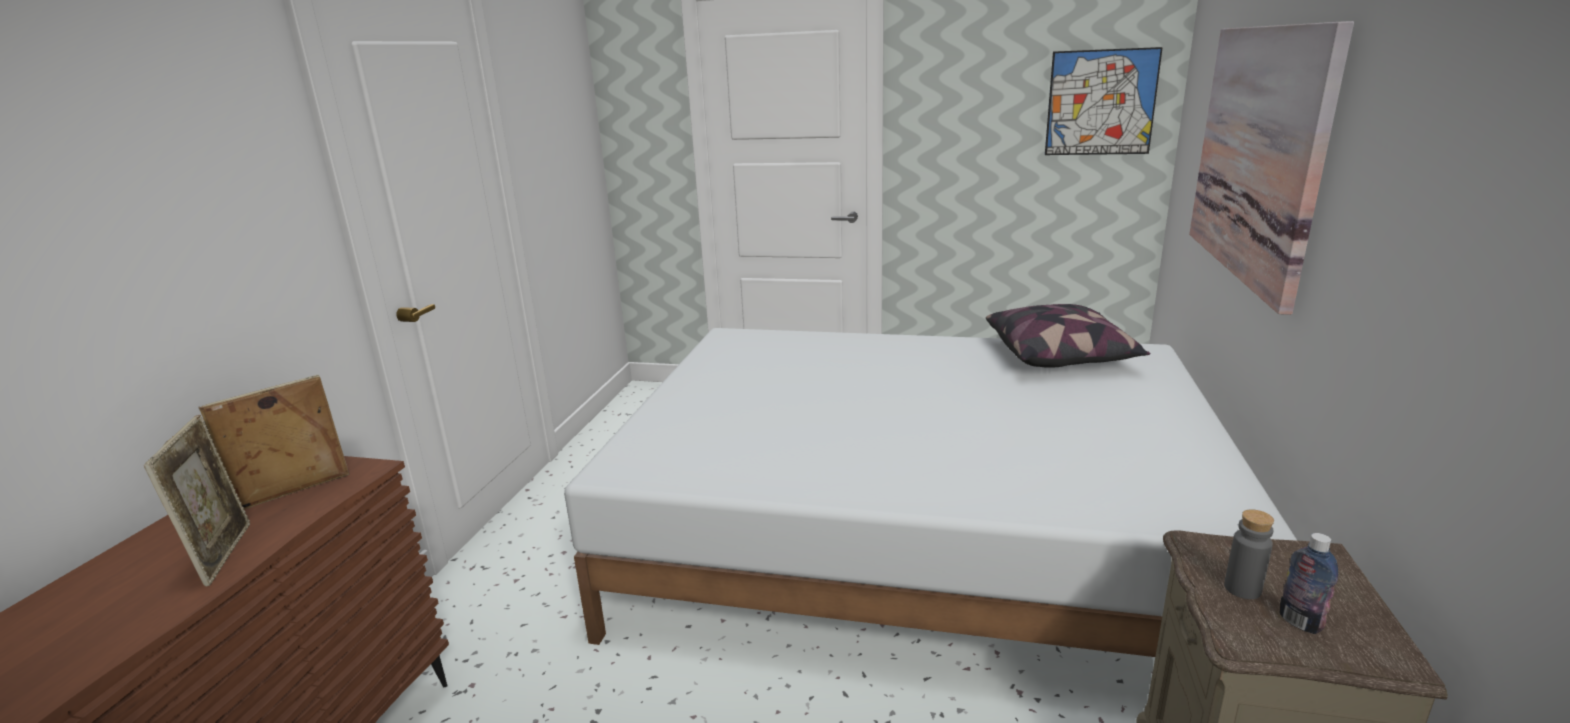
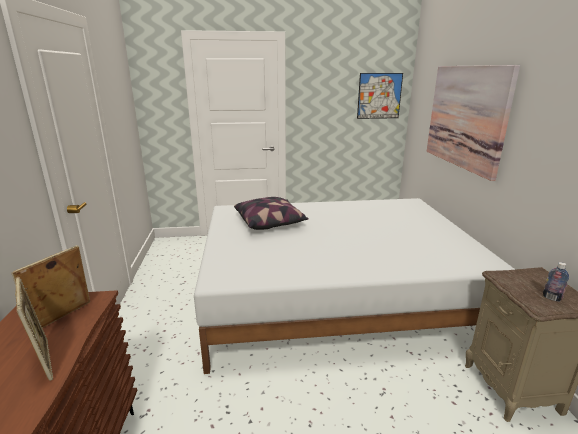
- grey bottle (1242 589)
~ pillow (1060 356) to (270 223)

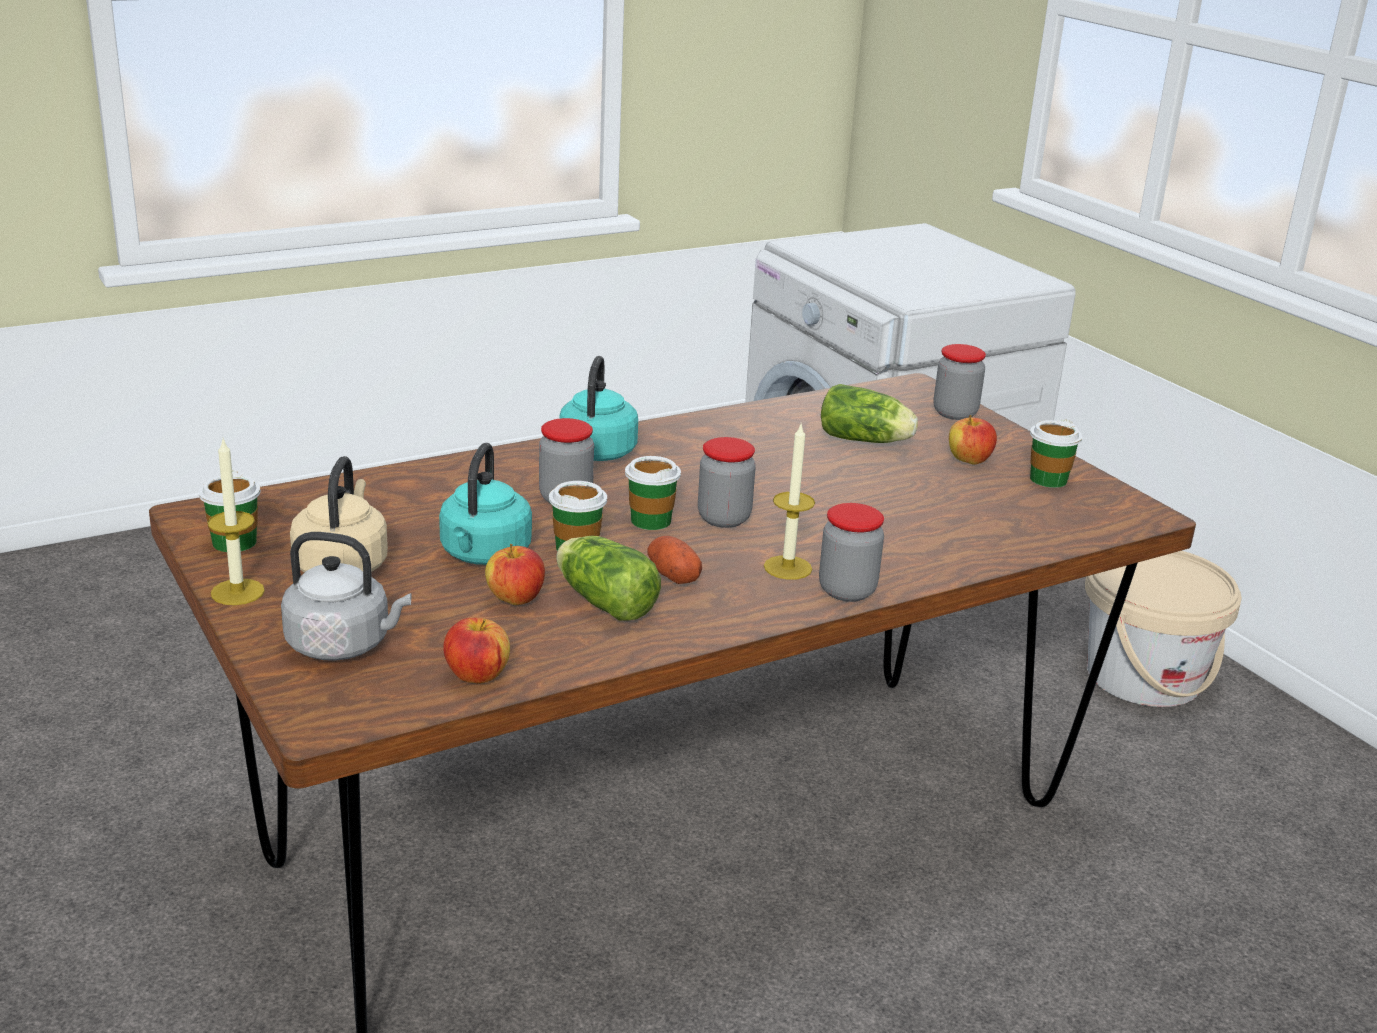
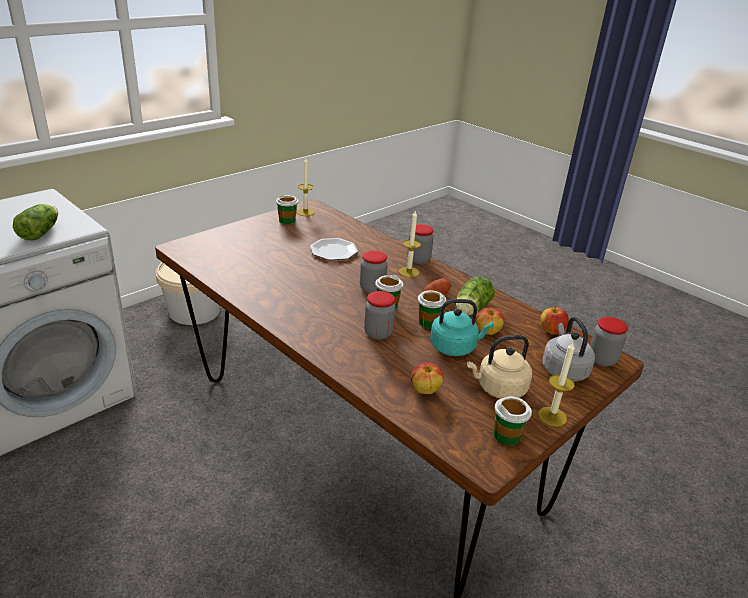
- turquoise kettle (596 454)
+ candle (305 212)
+ plate (333 251)
~ lettuce (867 440) to (41 232)
~ jar (955 413) to (602 359)
~ apple (969 461) to (425 390)

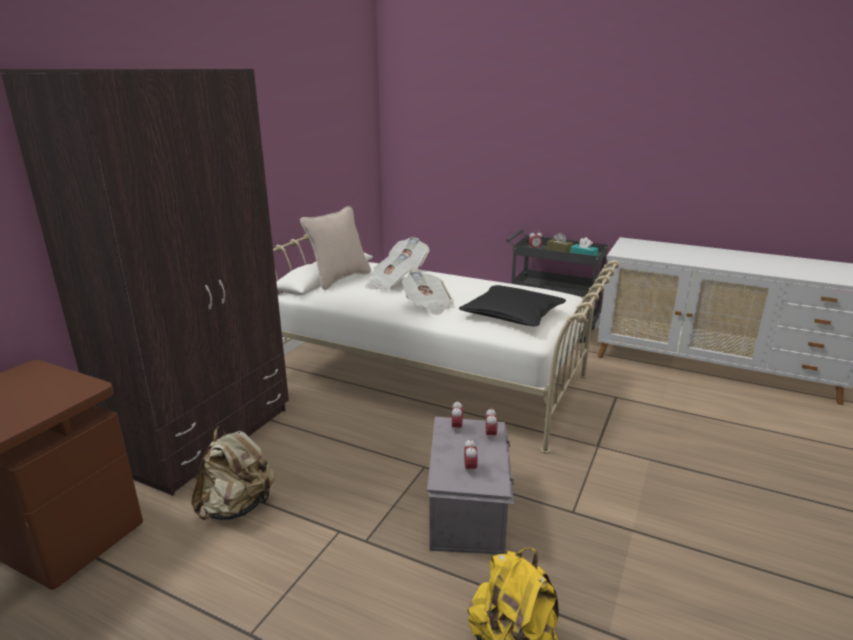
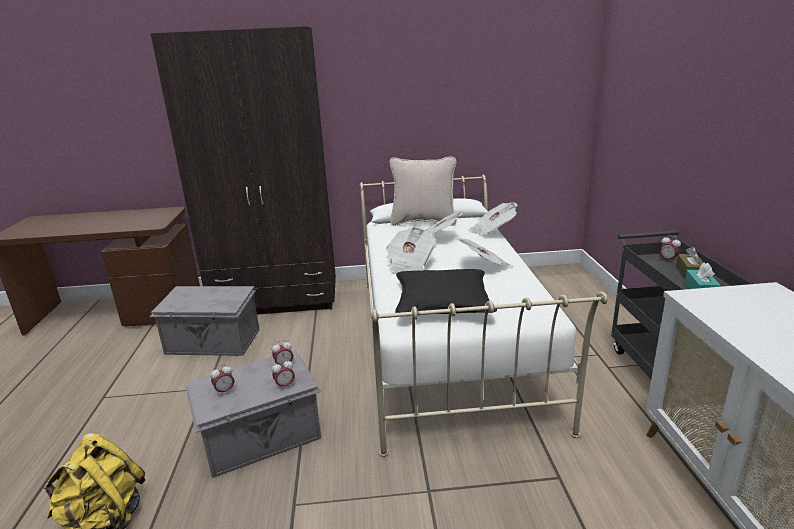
+ newspaper (485 266)
~ beige backpack (237 507) to grey storage box (213 342)

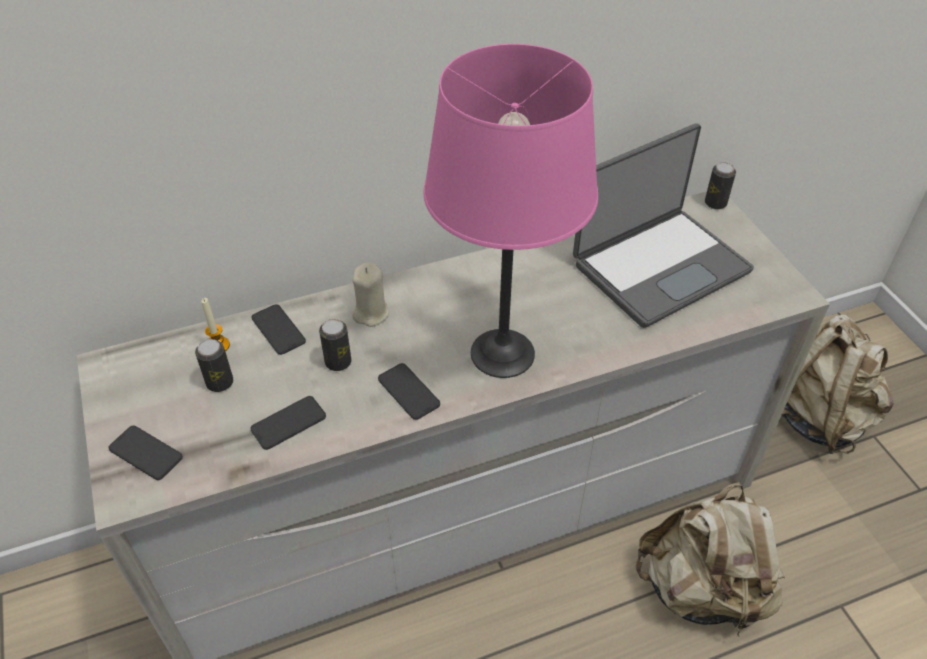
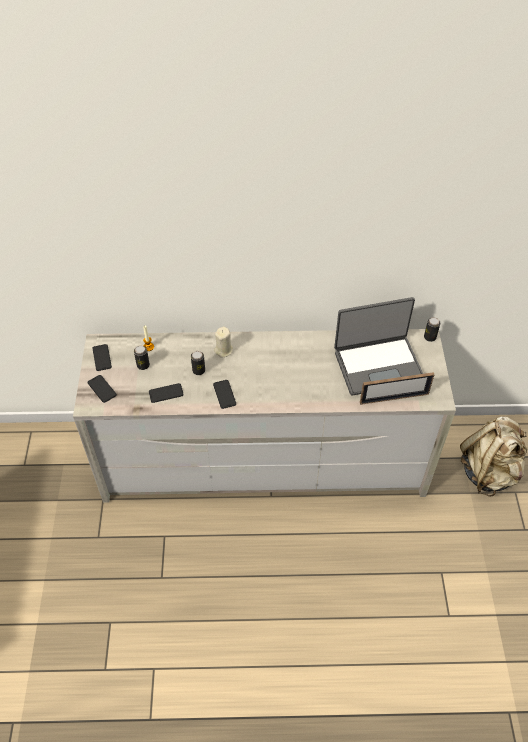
- pink table lamp (502 353)
- beige backpack (702 590)
+ picture frame (394 398)
~ phone (278 330) to (102 357)

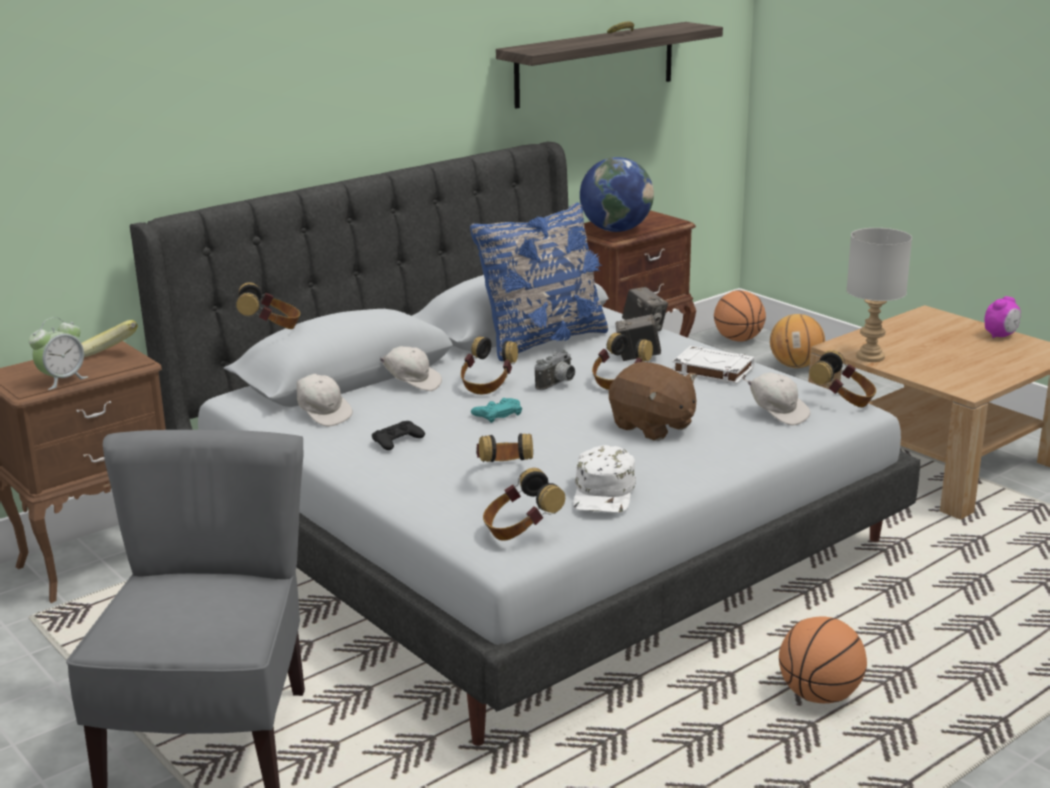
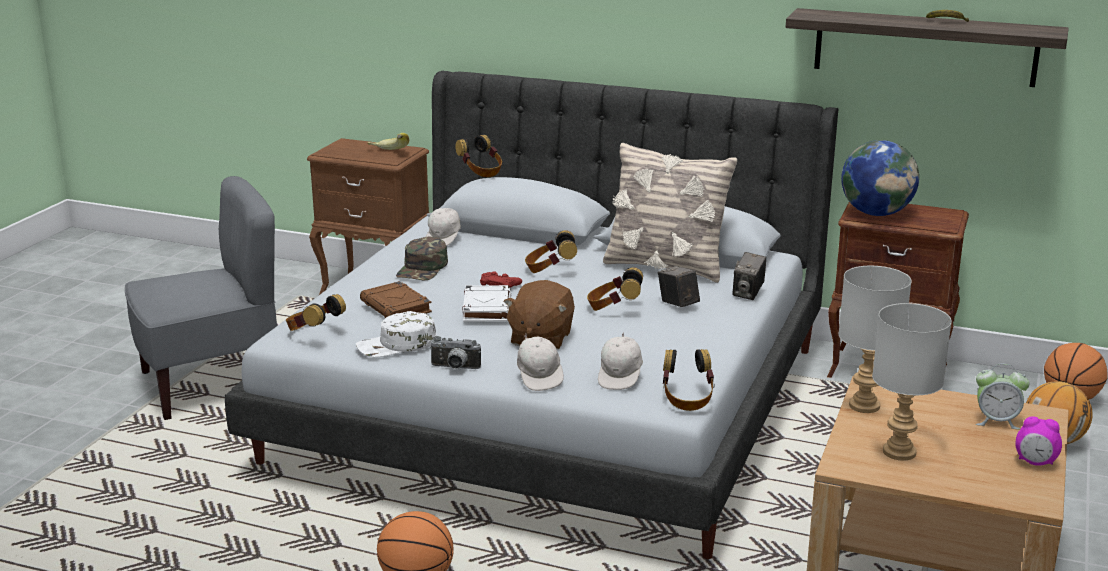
+ grey table lamp (897 452)
~ alarm clock (62 380) to (996 421)
~ white cap (412 383) to (539 377)
~ photo camera (558 384) to (454 368)
~ white book (712 370) to (486 308)
~ black game controller (397 440) to green cap (423 268)
~ headphones (505 472) to brown book (396 307)
~ blue pillow (543 342) to beige pillow (665 267)
~ turquoise game controller (497 414) to red game controller (500 284)

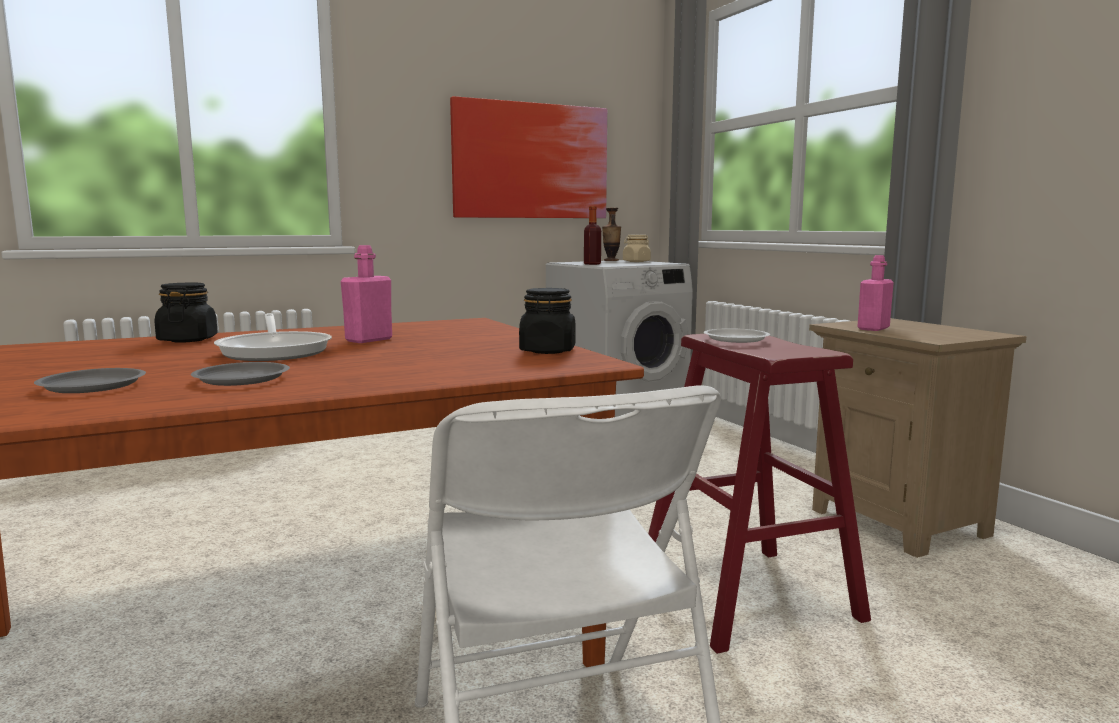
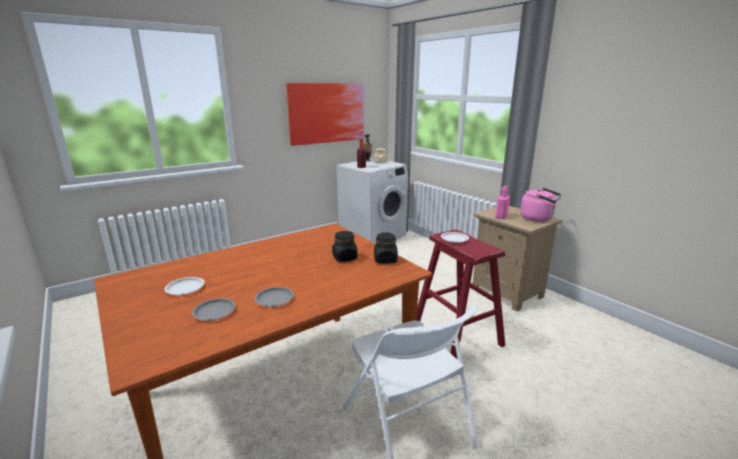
- frying pan (276 351)
- pink bottle (369 340)
+ white plate (185 288)
+ pink kettle (538 218)
~ black jar (188 340) to (344 258)

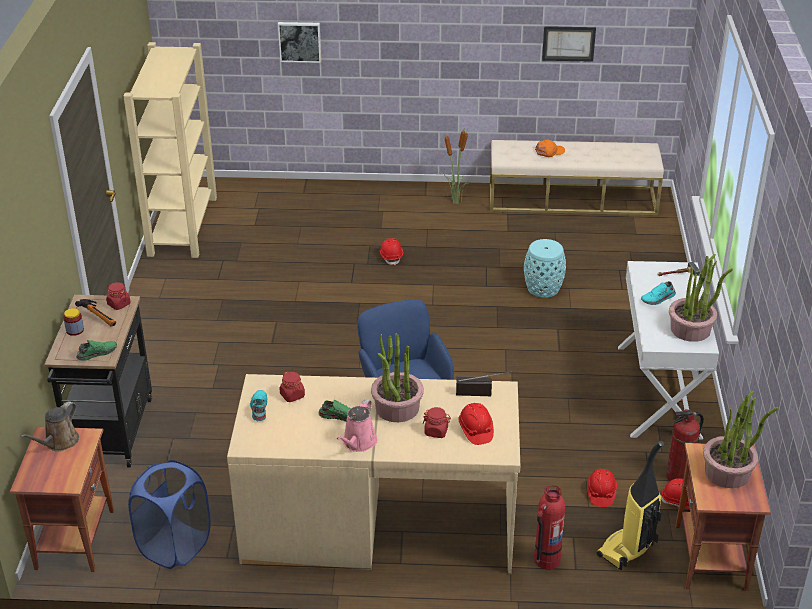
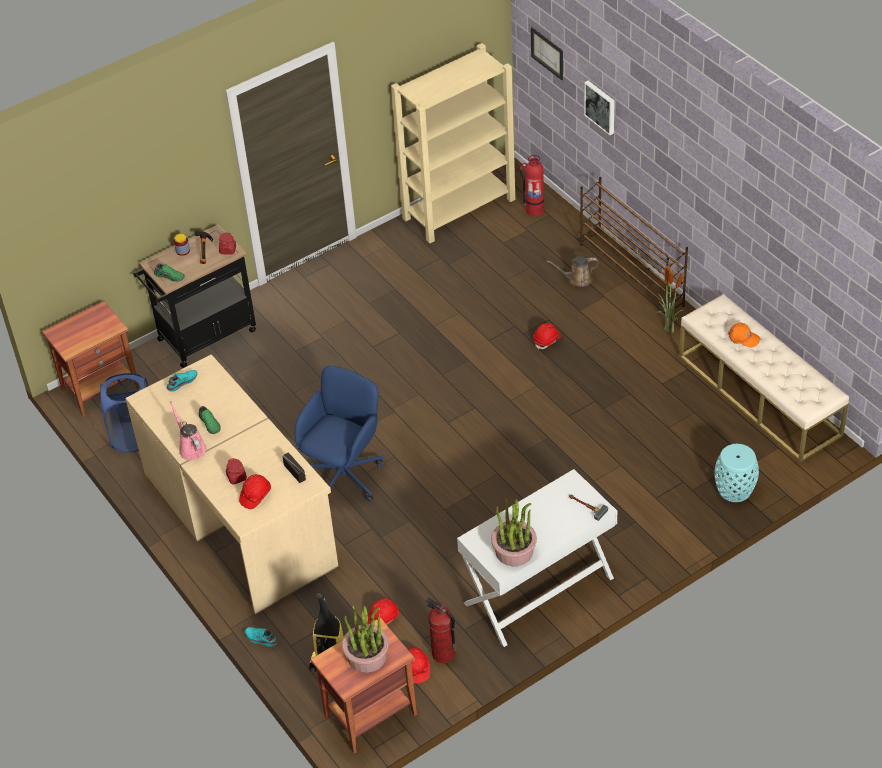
- red jar (292 395)
- potted plant (397 408)
+ brown shoe rack (631 275)
~ brown watering can (59 442) to (577 279)
~ turquoise stool (543 289) to (734 490)
~ fire extinguisher (546 559) to (534 209)
~ picture (568 43) to (547 53)
~ turquoise shoe (658 299) to (261 639)
~ pink watering can (358 443) = (191 448) 75 degrees clockwise

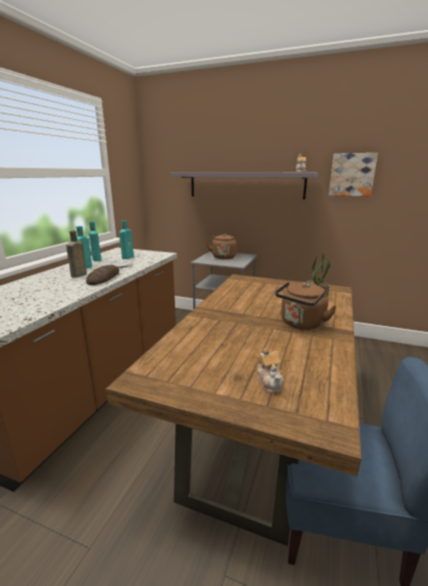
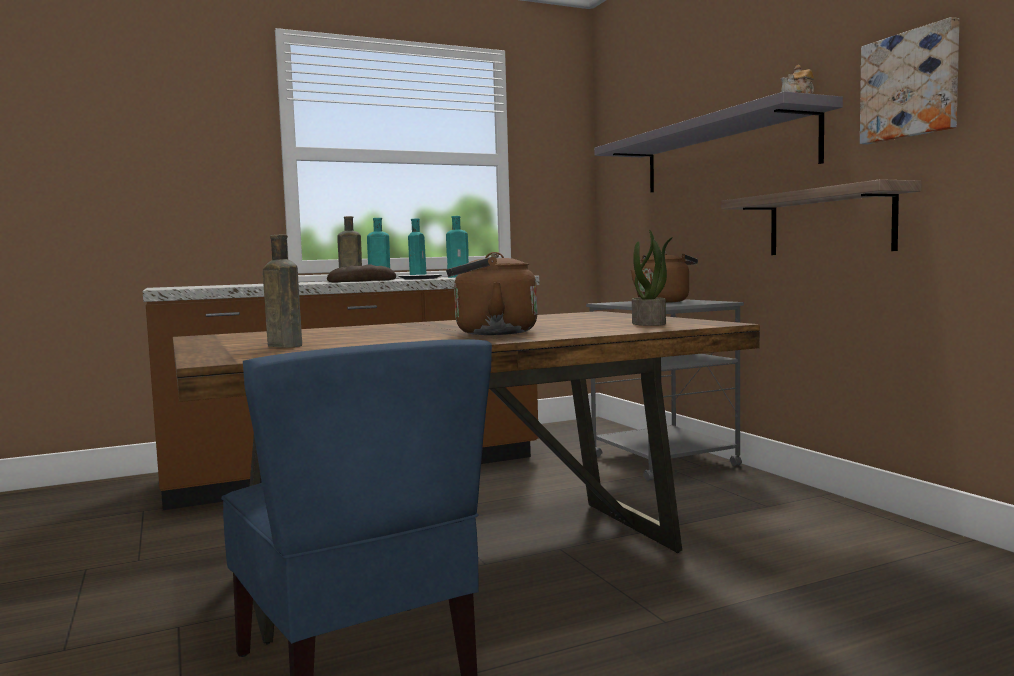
+ shelf (829 222)
~ teapot (270 382) to brown bottle (283 345)

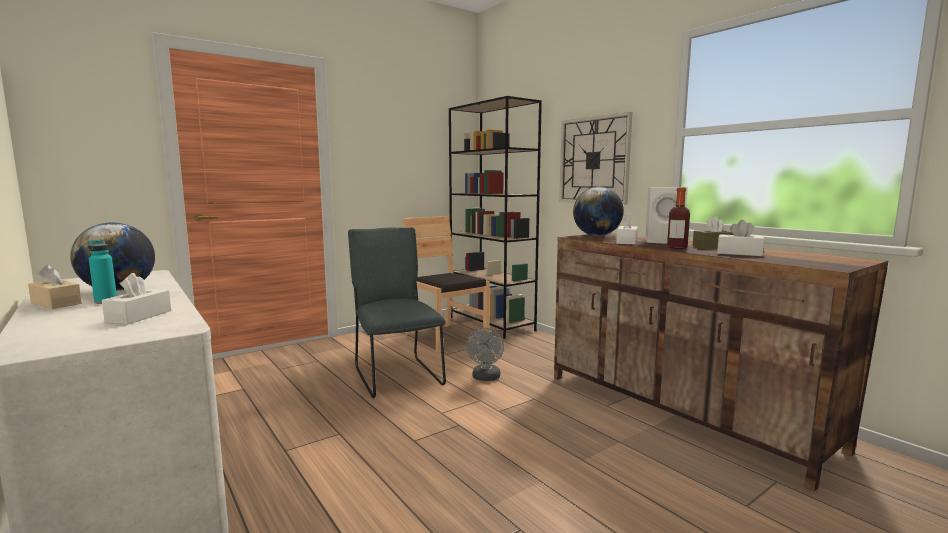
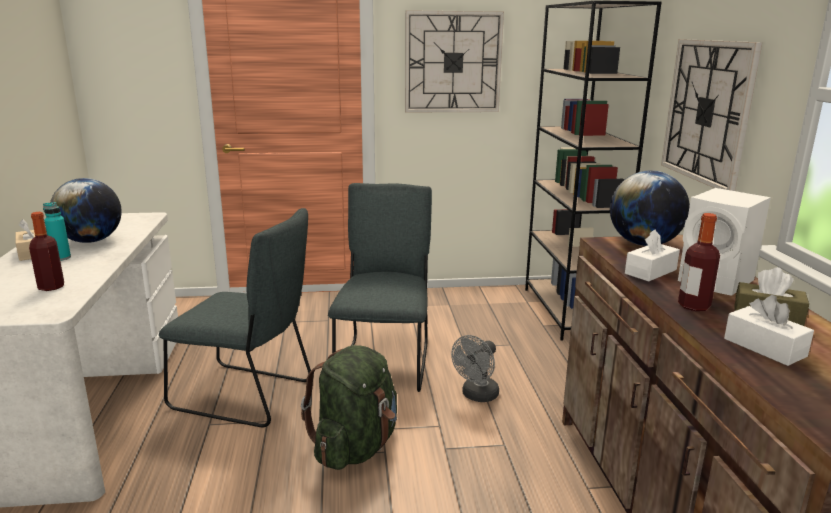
- brown chair (445 337)
+ grey chair (248 396)
+ green backpack (355 447)
+ wall clock (453 62)
~ white tissue box (139 316) to bottle (51 287)

